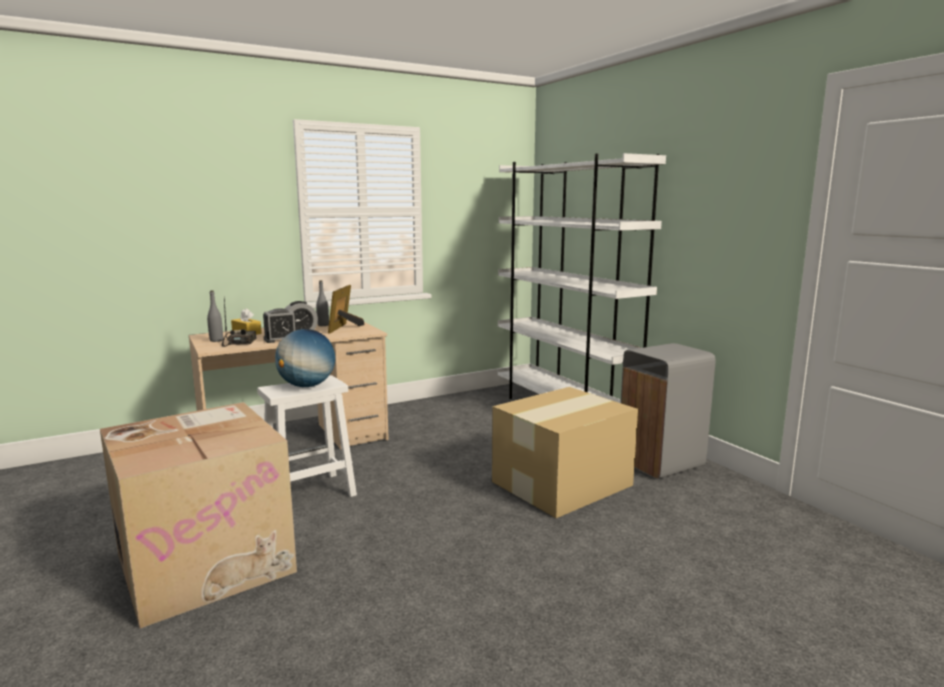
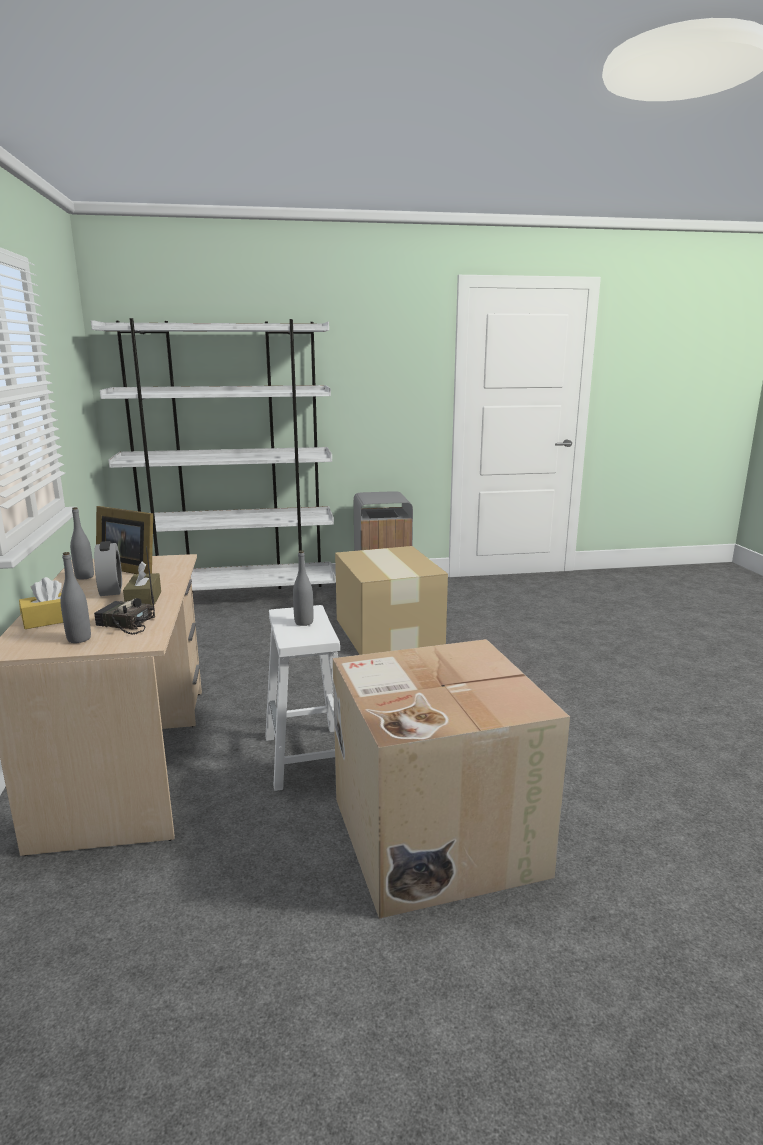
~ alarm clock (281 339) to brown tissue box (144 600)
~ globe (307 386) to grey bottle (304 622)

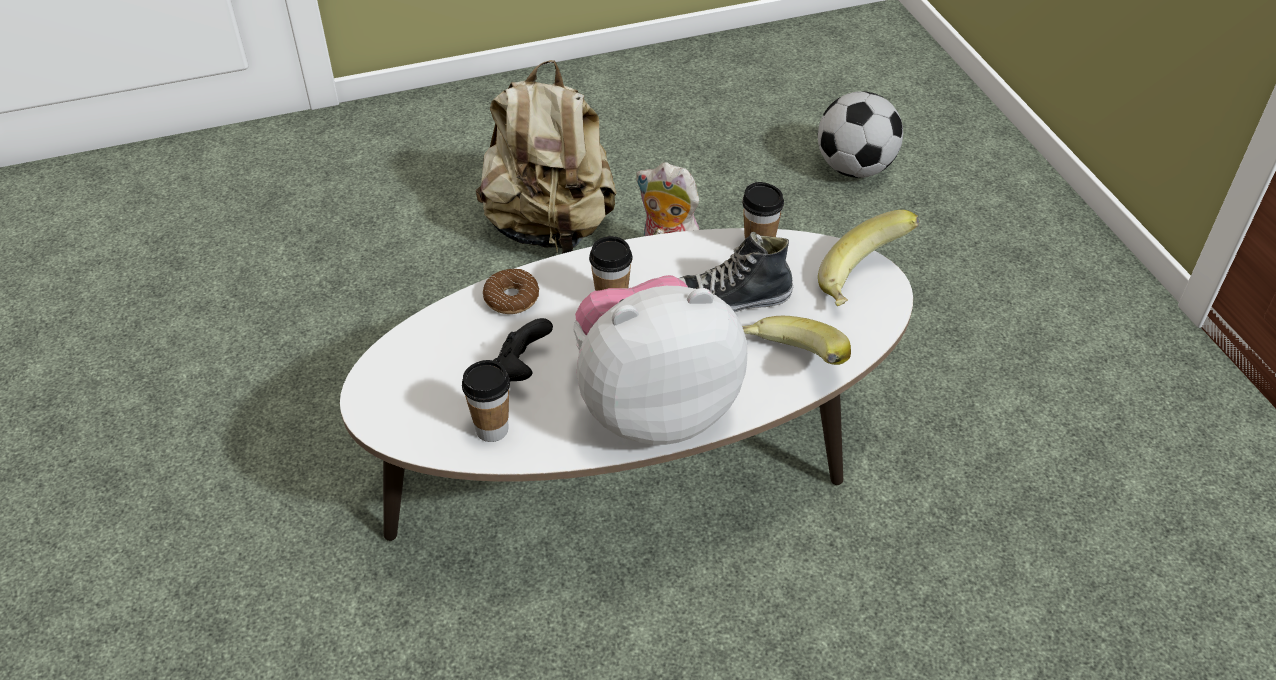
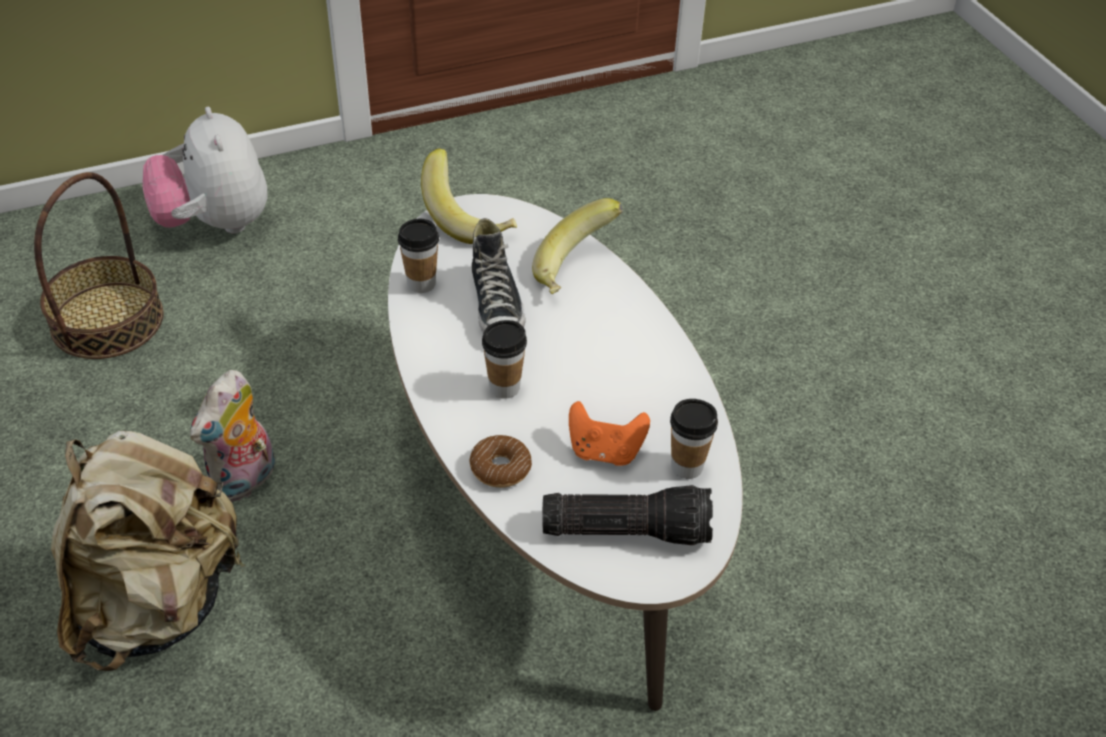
+ flashlight (627 528)
~ plush toy (653 406) to (215 223)
~ football (855 168) to basket (107 320)
~ black game controller (521 370) to orange game controller (605 451)

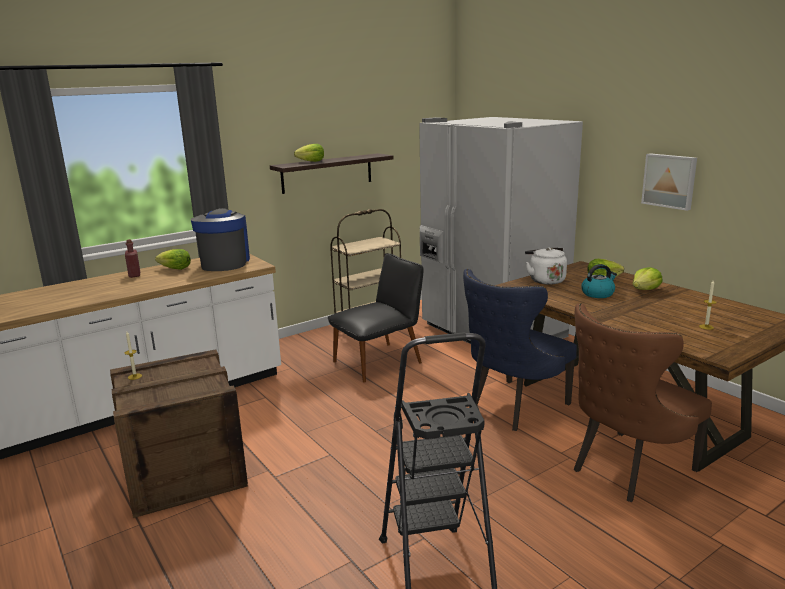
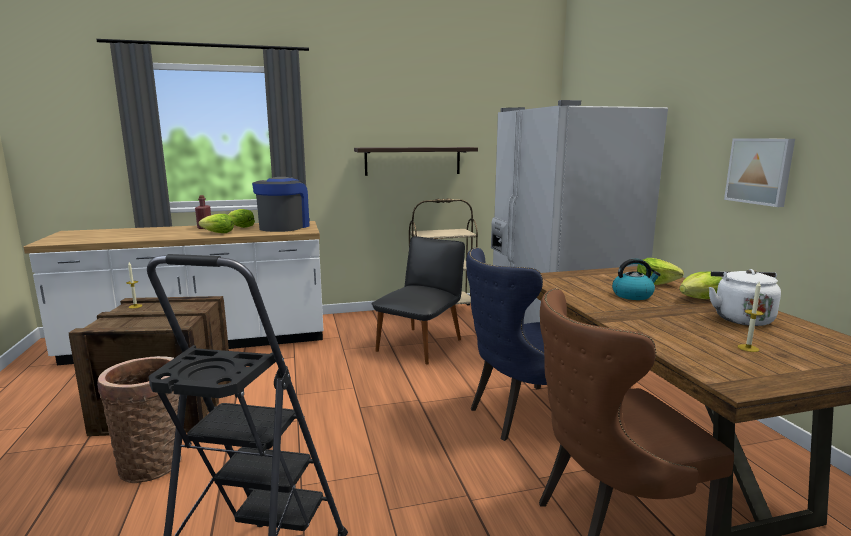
+ basket (153 462)
~ lettuce (311 162) to (218 233)
~ white kettle (545 280) to (740 318)
~ black chair (377 362) = (419 345) 45 degrees counterclockwise

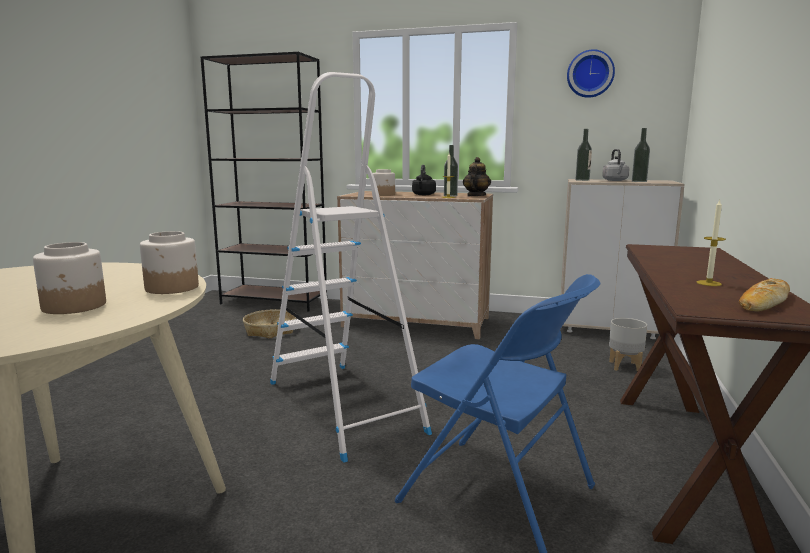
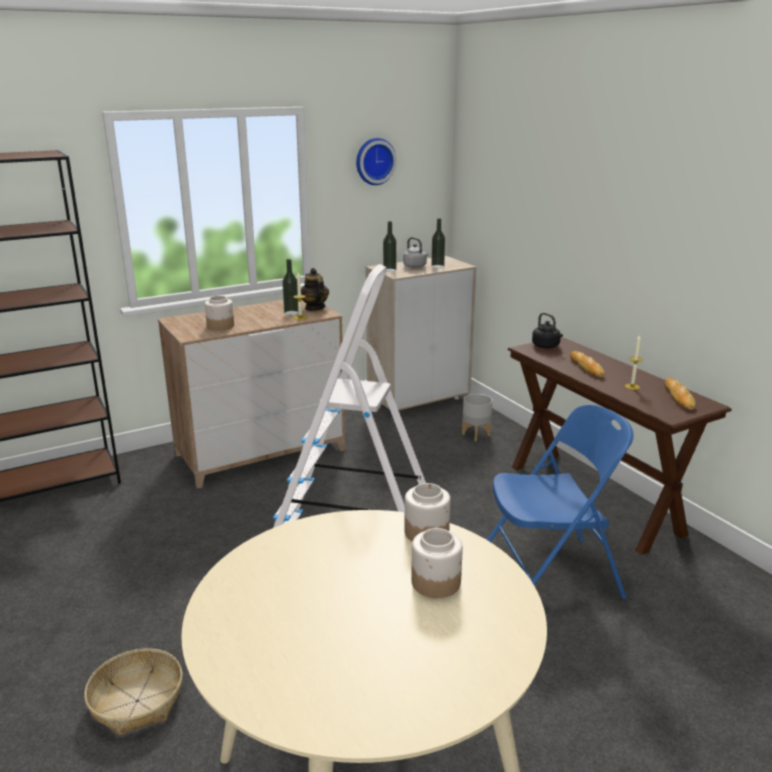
+ bread (586 367)
~ basket (270 330) to (137 701)
~ black kettle (423 195) to (546 346)

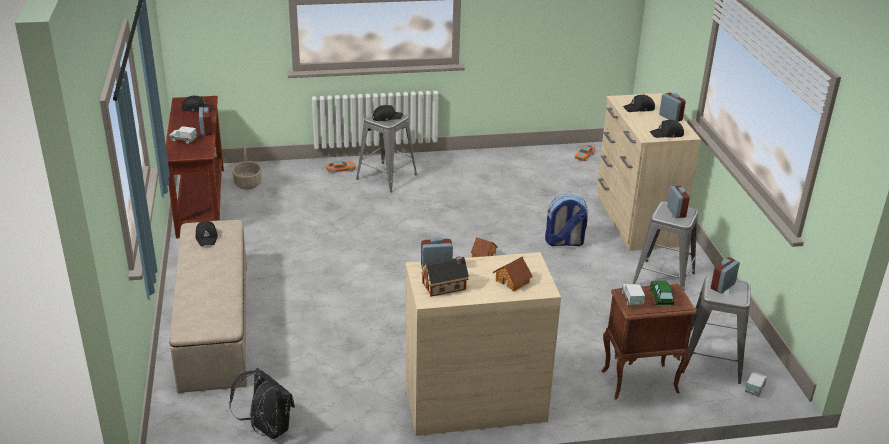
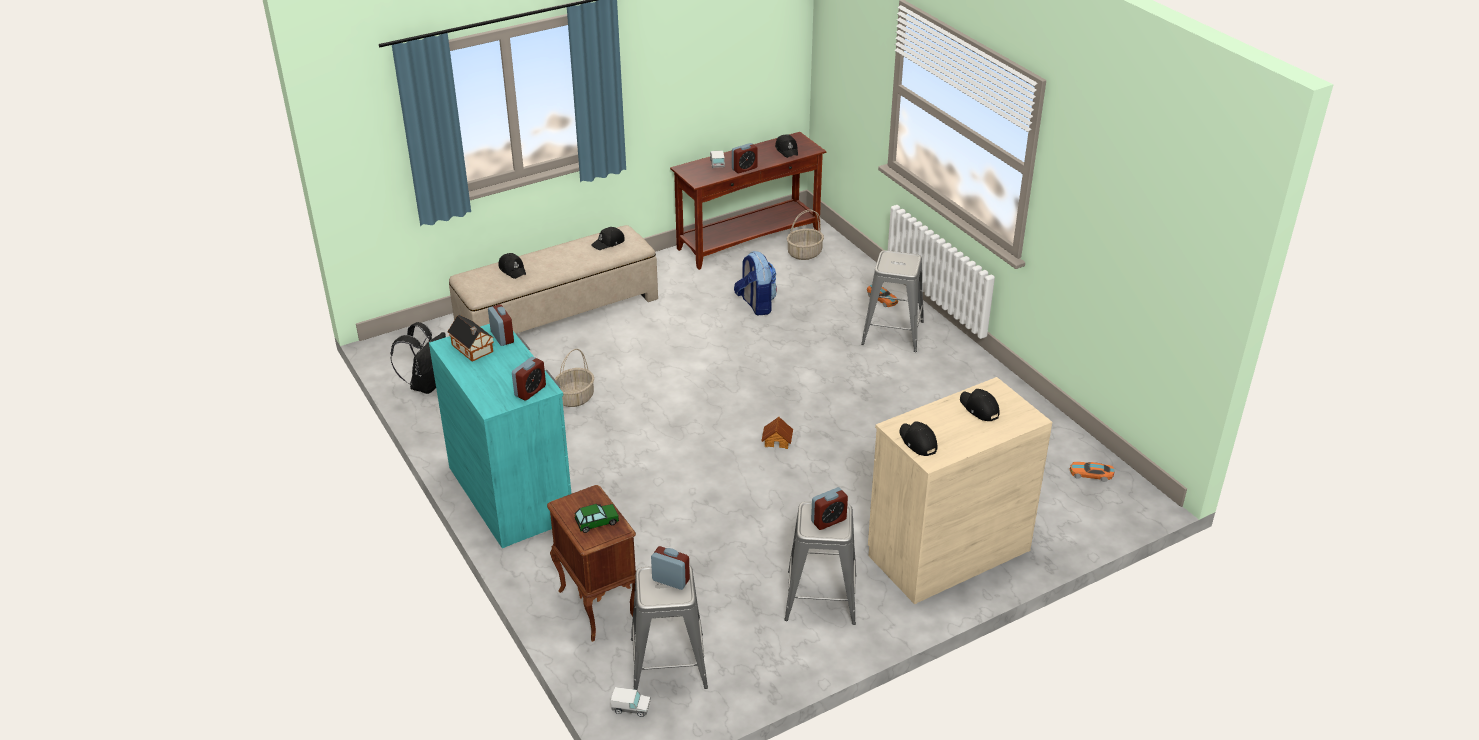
- toy house (512 281)
- toy truck (632 299)
+ basket (575 398)
~ black cap (386 117) to (512 269)
~ backpack (564 242) to (756 305)
~ alarm clock (670 117) to (530 391)
~ beige dresser (474 402) to turquoise dresser (511 492)

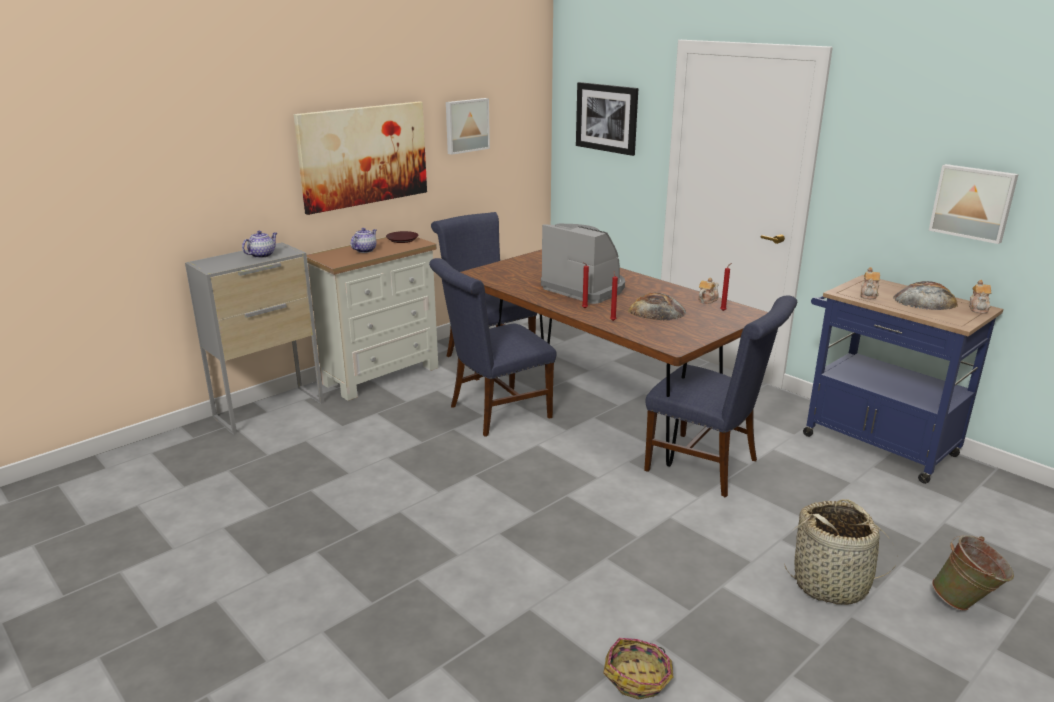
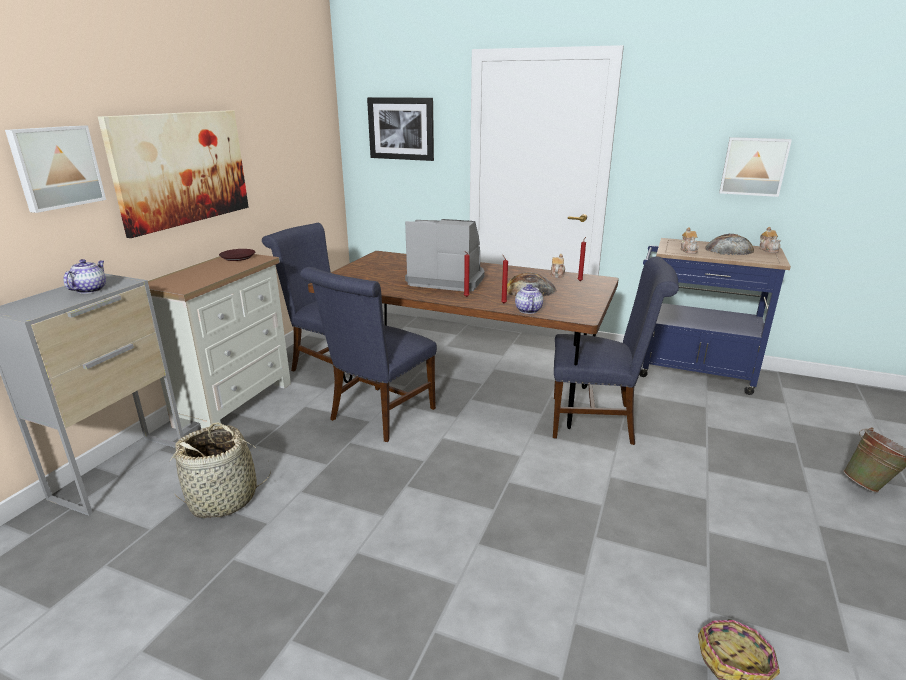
~ teapot (365 250) to (528 310)
~ picture (466 125) to (56 167)
~ basket (831 583) to (224 499)

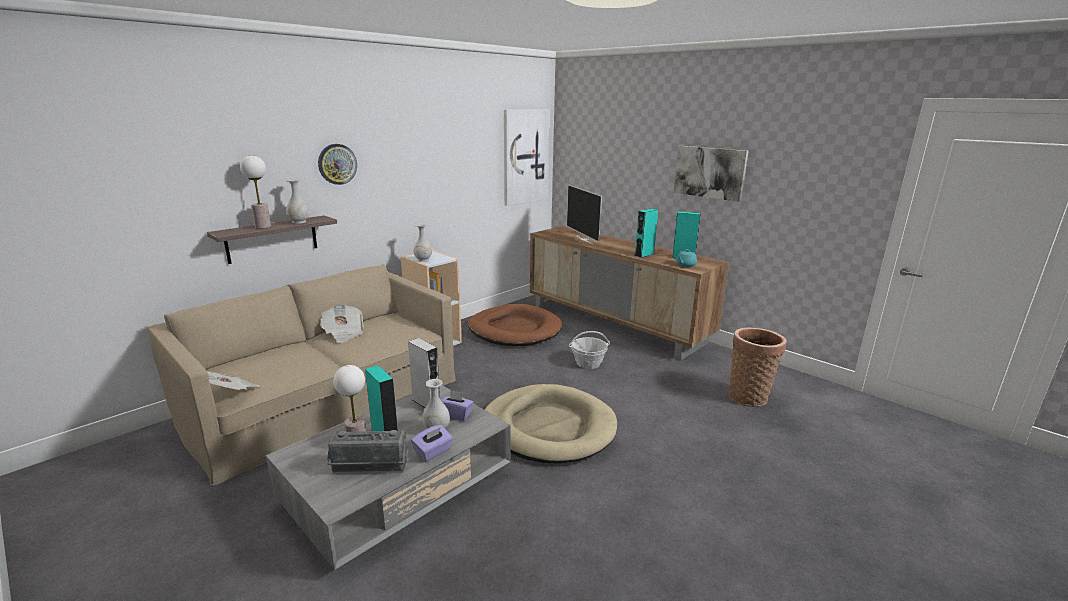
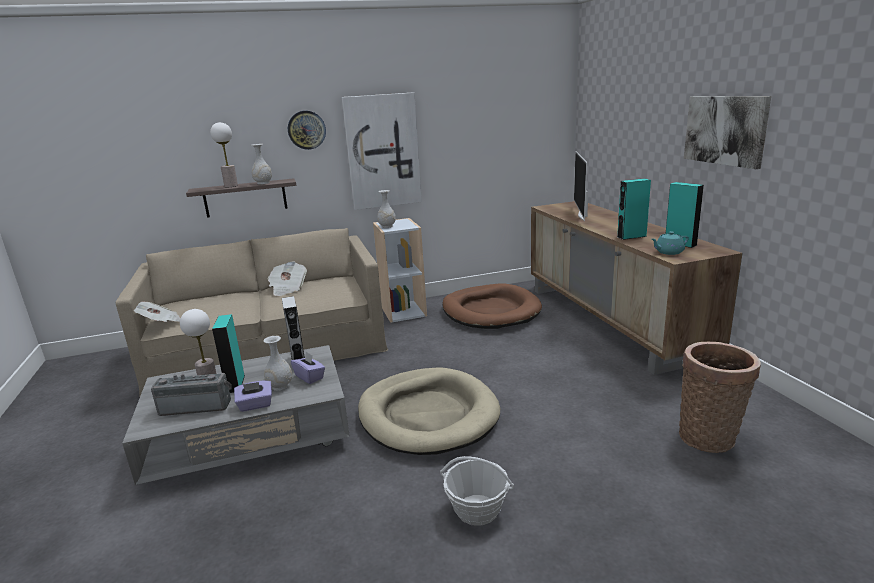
~ picture (525 156) to (383 151)
~ basket (588 363) to (477 509)
~ radio (369 468) = (197 406) 150 degrees clockwise

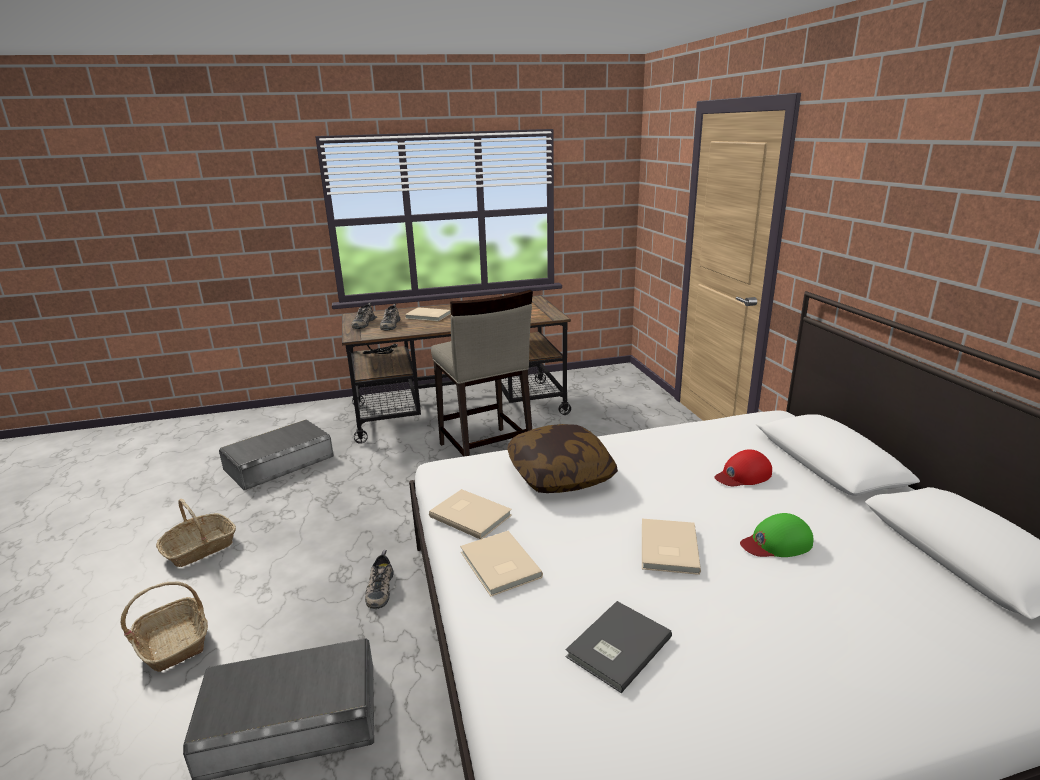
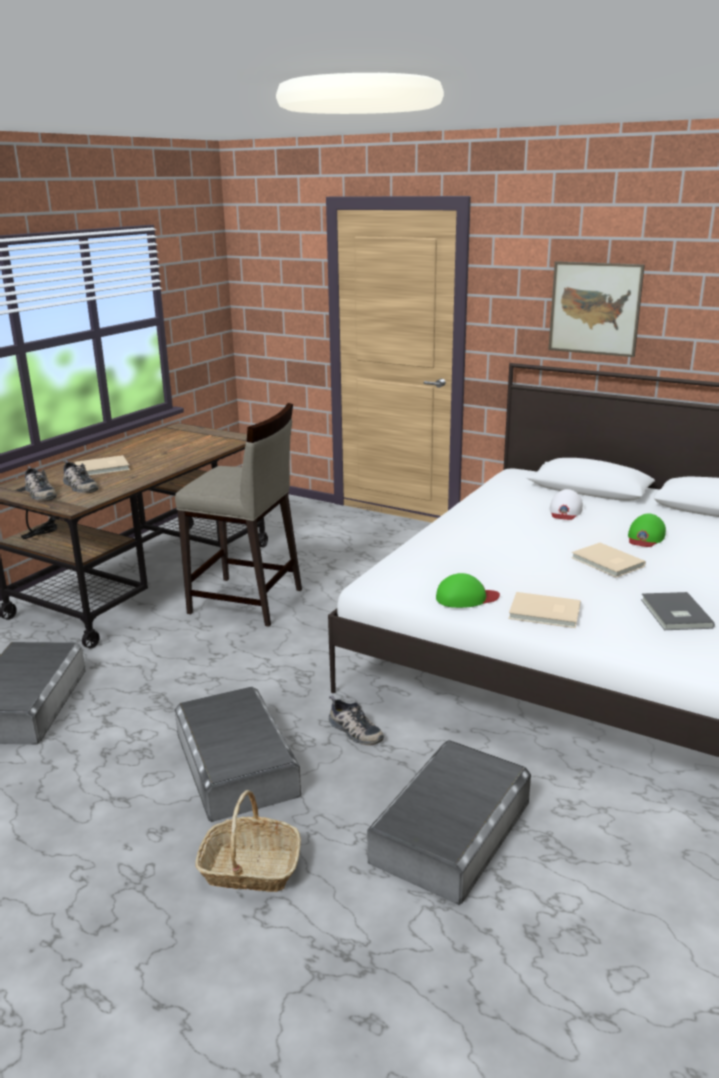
- basket (200 548)
- pillow (560 475)
+ grey storage box (235 764)
+ picture (595 308)
~ beige book (471 514) to green cap (466 598)
~ red cap (743 475) to white cap (565 511)

